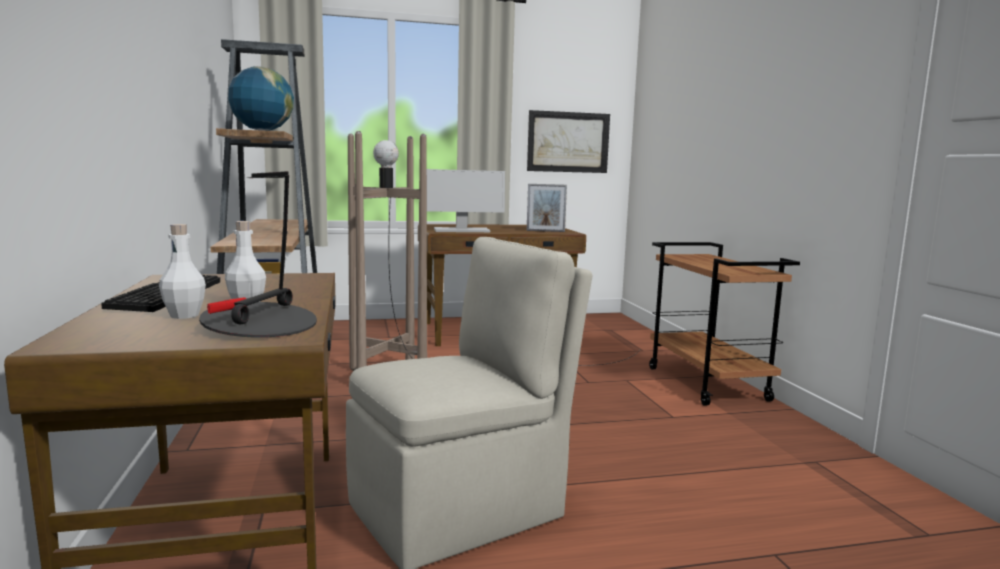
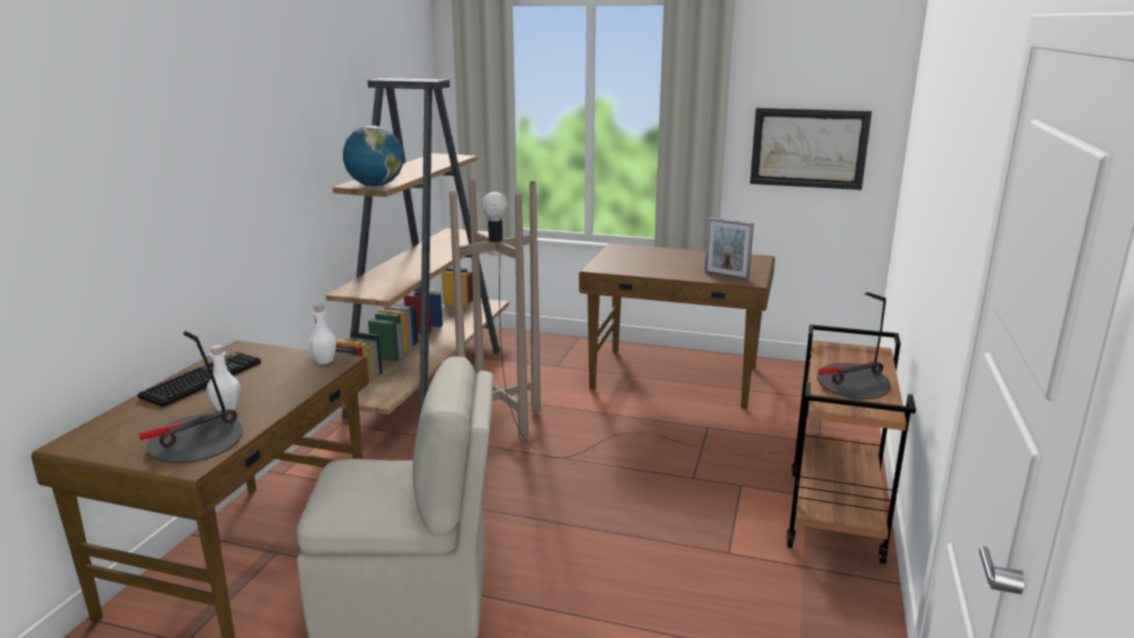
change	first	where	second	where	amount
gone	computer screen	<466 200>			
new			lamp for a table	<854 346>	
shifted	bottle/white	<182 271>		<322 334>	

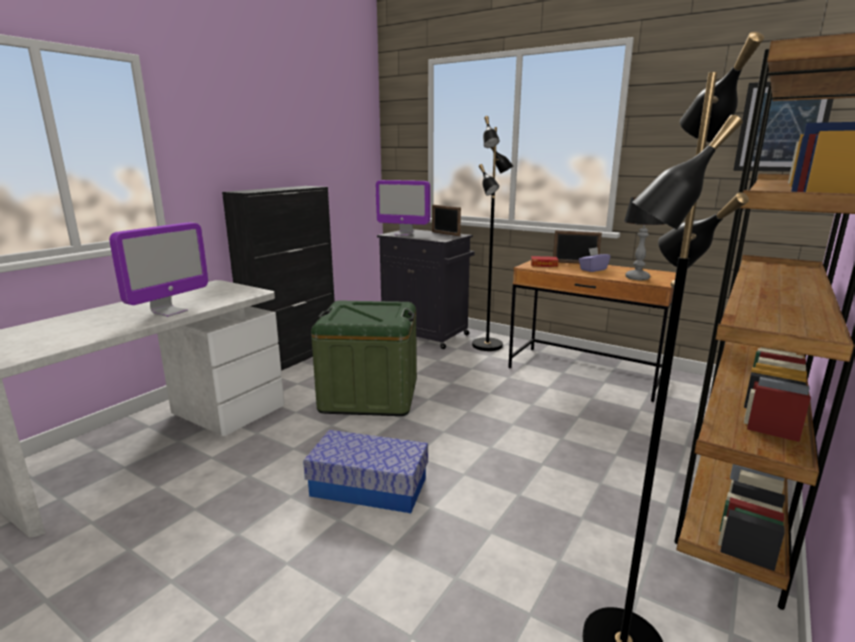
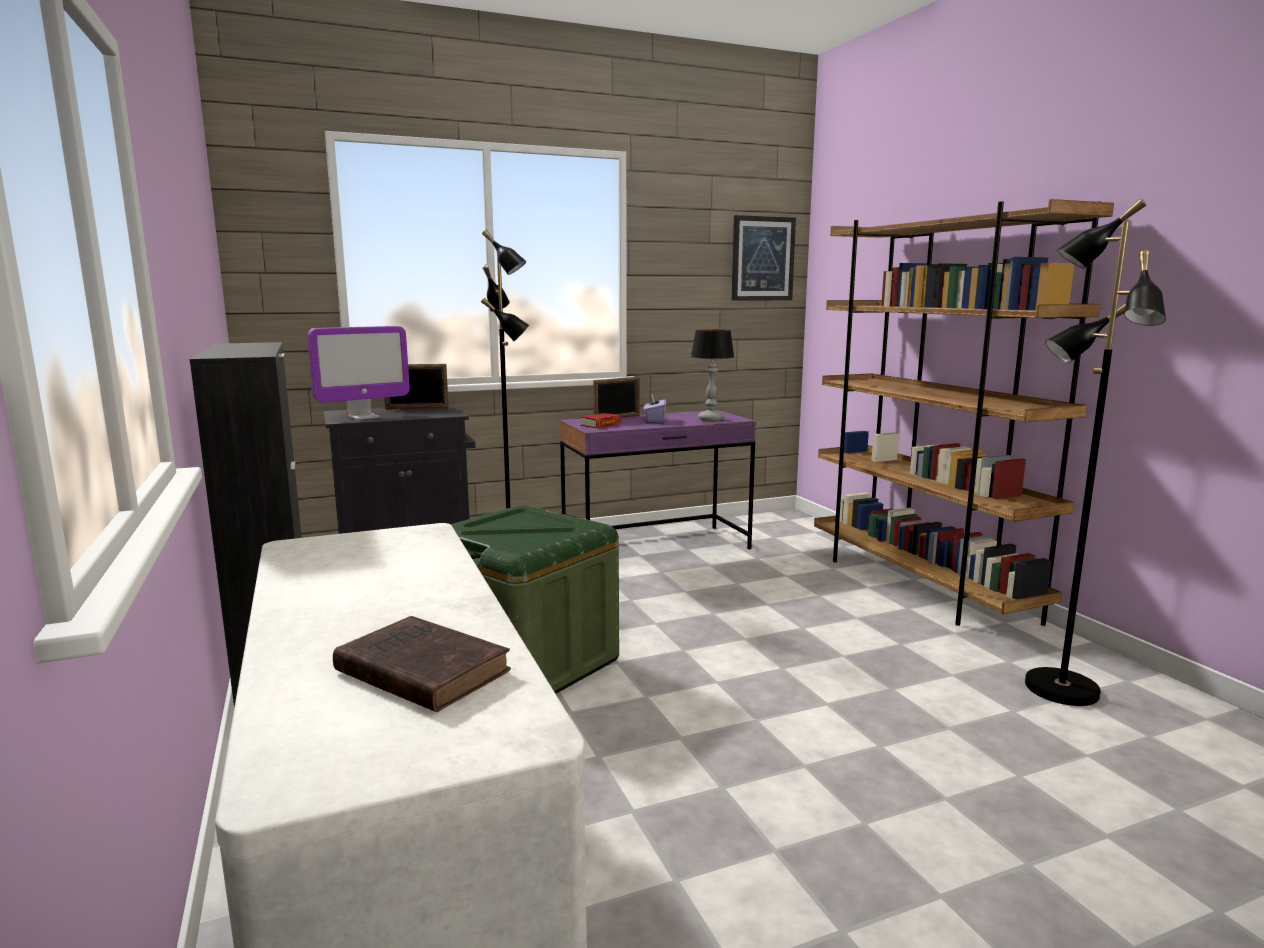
change	first	where	second	where	amount
gone	computer screen	<158 269>			
gone	storage container	<365 471>			
new			book/brown	<422 664>	
repainted	desk table/brown	<592 331>	desk table/purple-coloured	<658 479>	

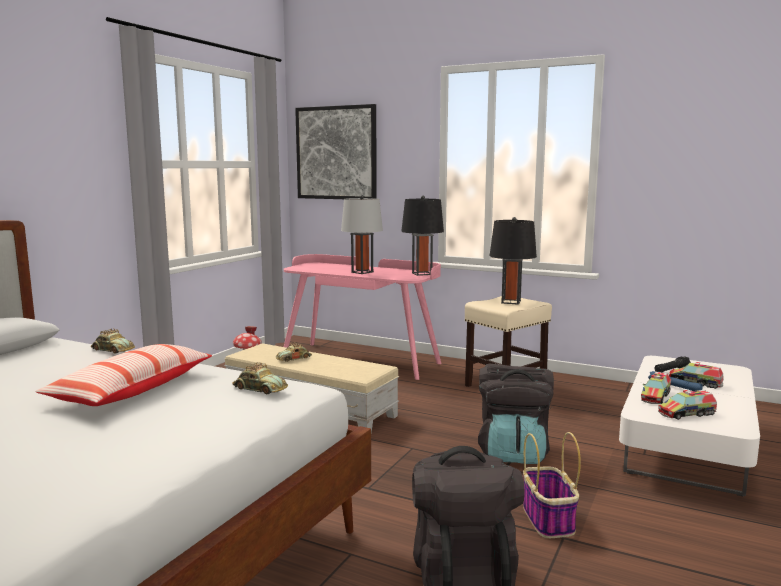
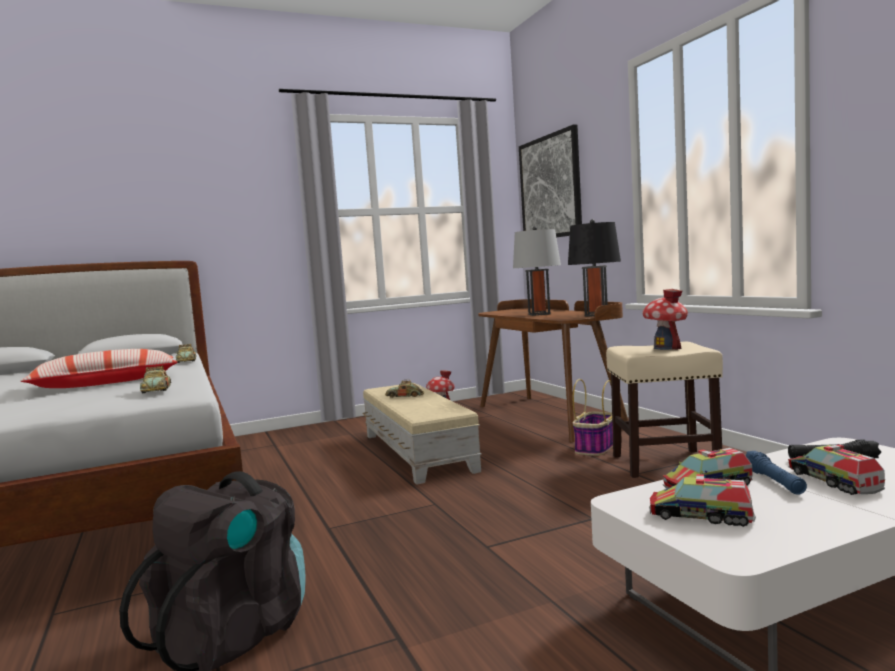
change	first	where	second	where	amount
gone	rucksack/black	<516 414>			
shifted	storage basket	<552 485>		<593 417>	
swapped	lamp for a table/black	<513 261>	miniature house	<665 319>	
repainted	desk table/pink-coloured	<363 317>	desk table/brown	<553 370>	

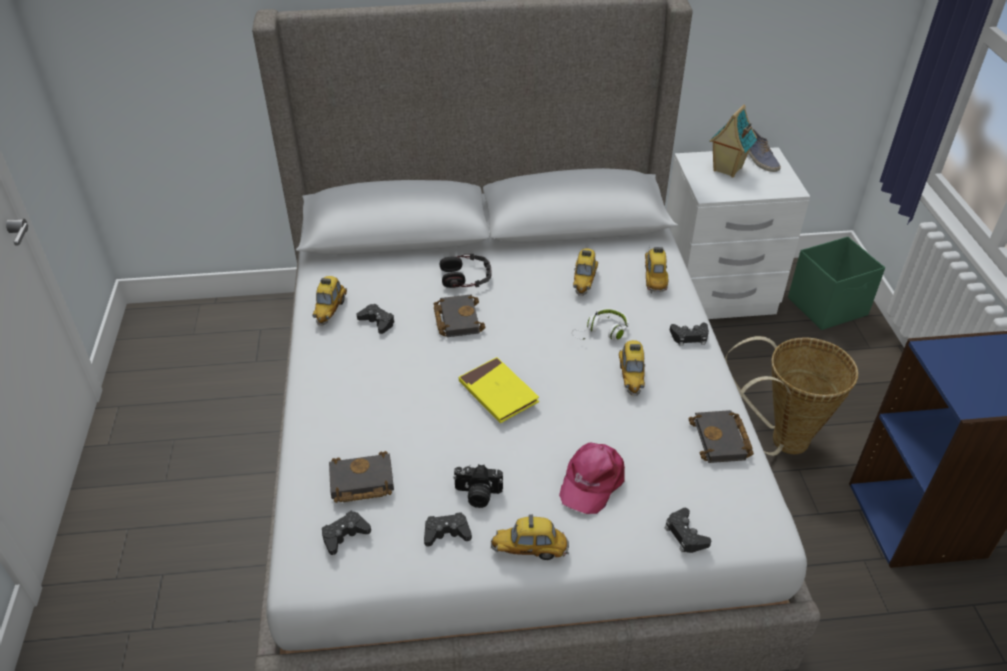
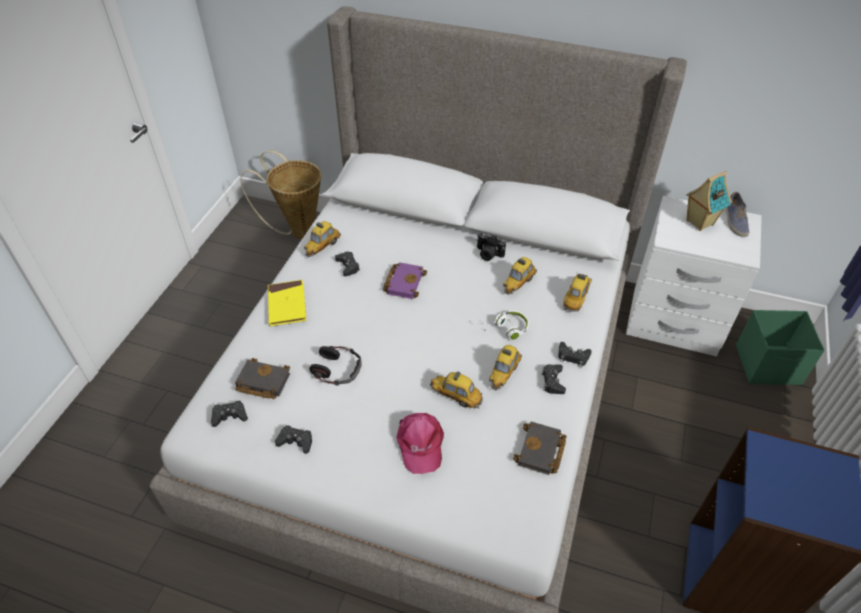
change	first	where	second	where	amount
shifted	pair of headphones	<465 270>		<335 366>	
shifted	photo camera	<478 486>		<491 247>	
shifted	book/yellow	<499 390>		<287 303>	
shifted	miniature car	<530 537>		<456 389>	
shifted	gamepad/black	<688 530>		<553 379>	
shifted	storage basket	<791 396>		<280 194>	
repainted	book/black	<459 315>	book/purple-coloured	<405 280>	
rotated	peaked cap/pink-coloured	<592 478>		<420 443>	60 degrees counterclockwise

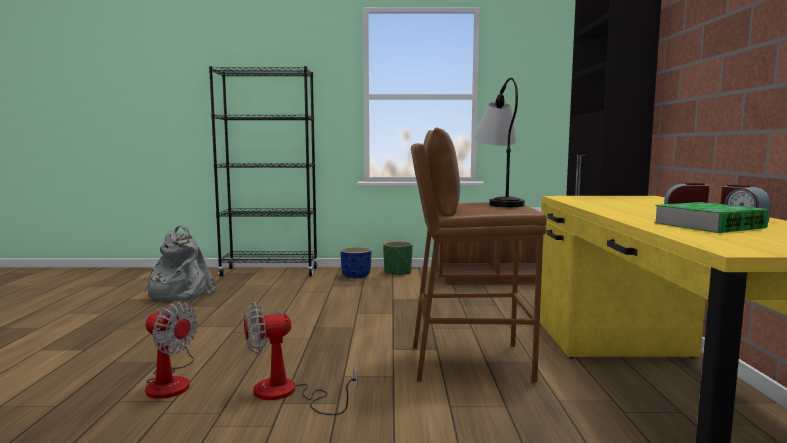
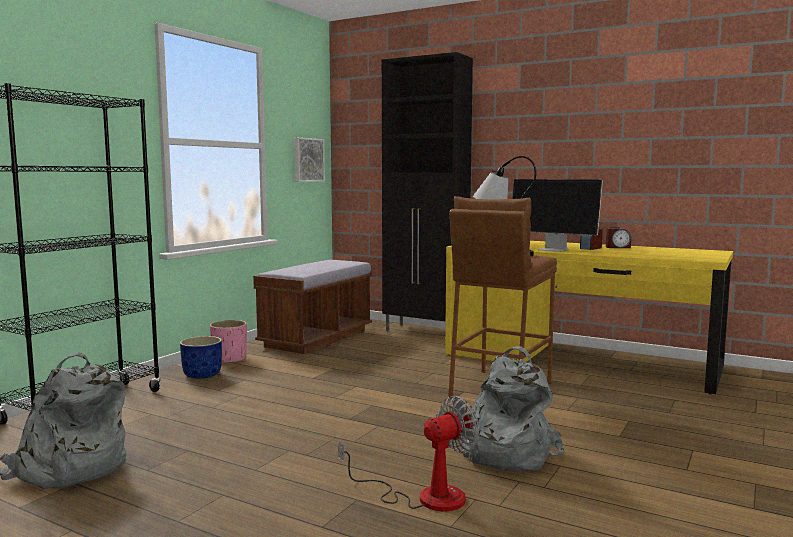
change	first	where	second	where	amount
gone	book	<711 217>			
new			picture	<309 159>	
new			computer screen	<557 215>	
swapped	fan	<301 358>	rucksack/greyish	<512 409>	
repainted	flower pot/green-coloured	<398 259>	flower pot/pink-coloured	<228 341>	

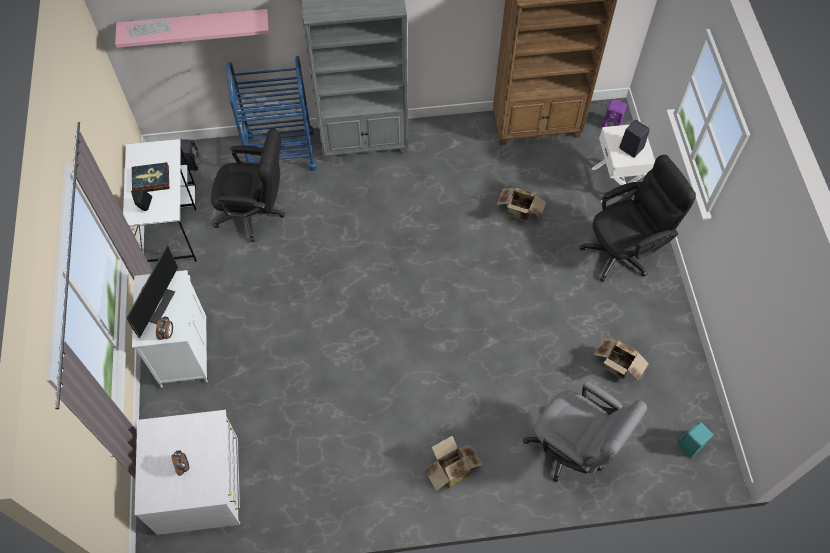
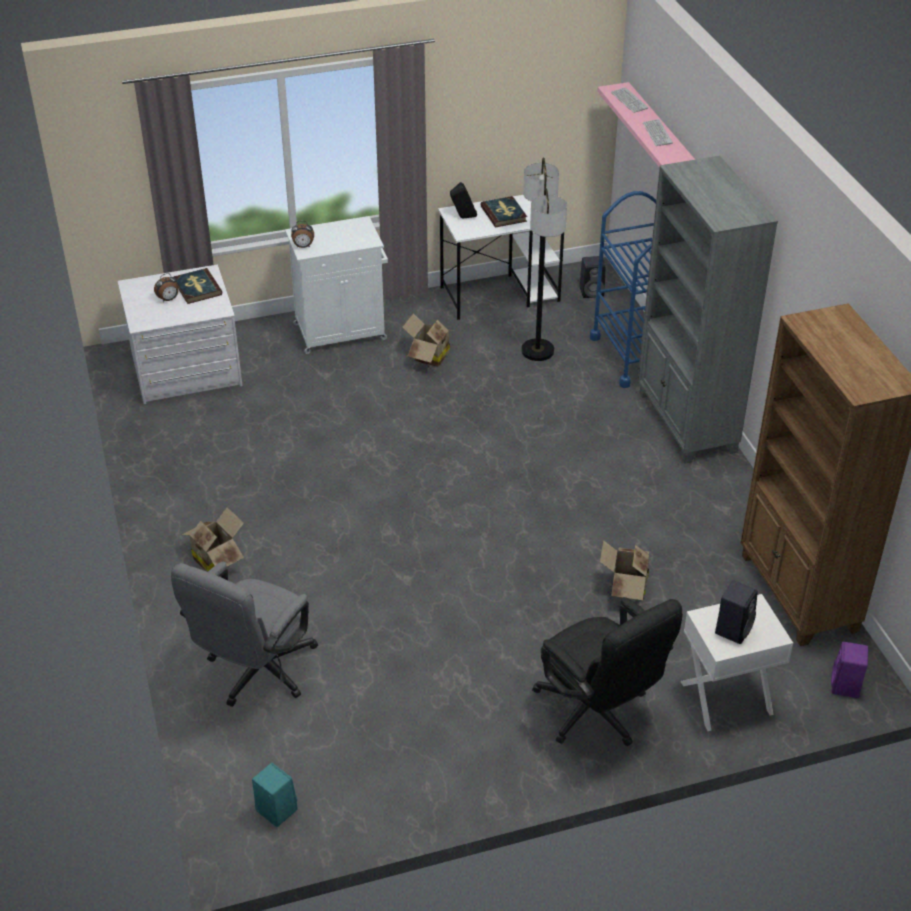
change	first	where	second	where	amount
gone	computer screen	<152 291>			
new			book	<198 286>	
new			PC keyboard	<658 132>	
shifted	packing box	<621 359>		<428 340>	
swapped	desk chair/black	<248 185>	standing lamp	<544 259>	

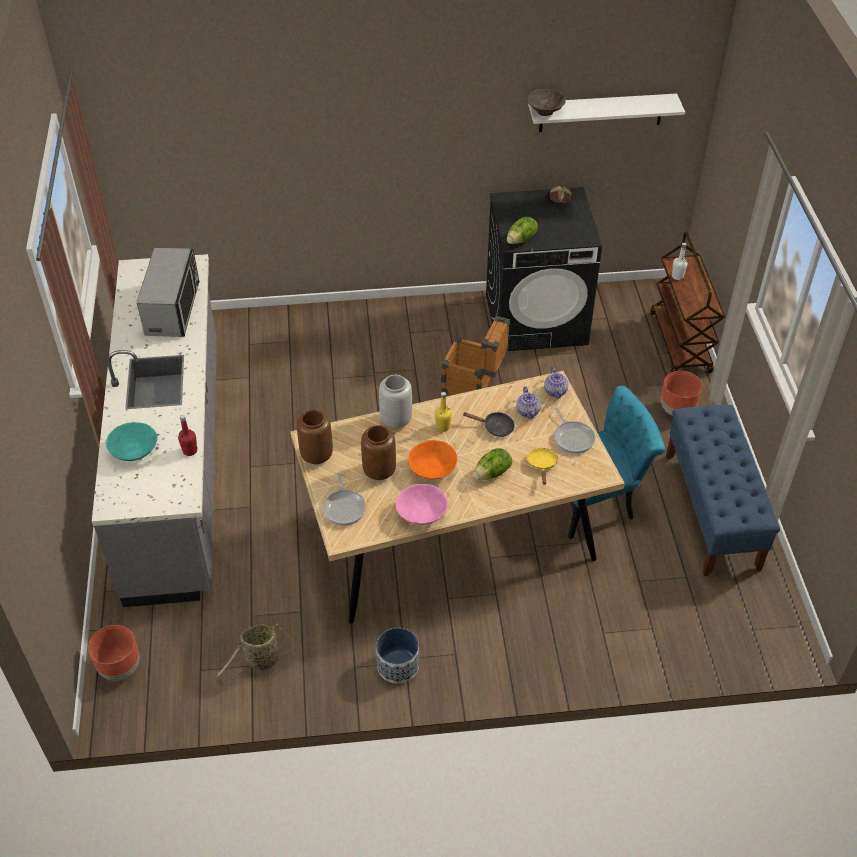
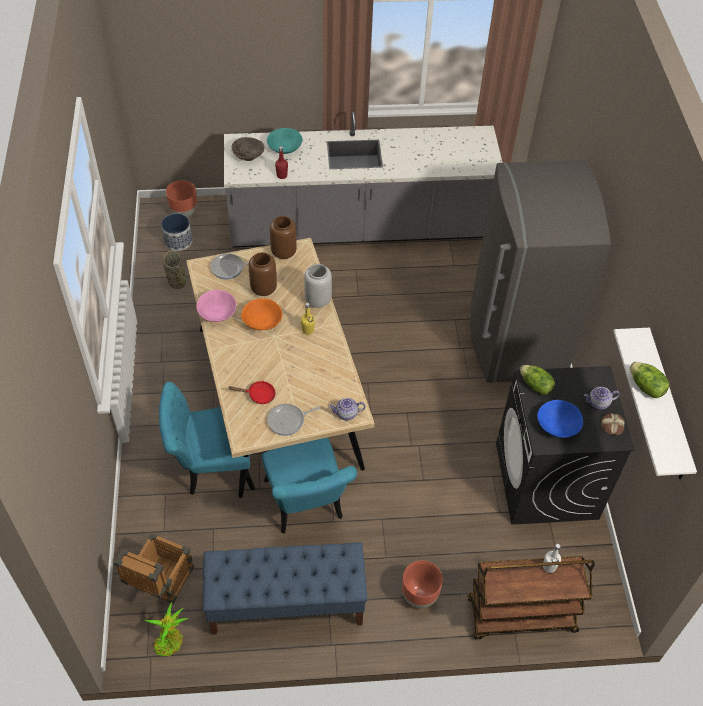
change	first	where	second	where	amount
gone	microwave	<168 292>			
gone	pan/black	<488 424>			
new			houseplant	<166 629>	
new			upright chair/turquoise-coloured	<207 438>	
new			kitchen fridge/greyish	<540 271>	
new			deep dish/blue	<560 419>	
shifted	flower pot	<397 656>		<176 232>	
shifted	packing crate	<475 355>		<154 568>	
shifted	lettuce head	<492 464>		<649 380>	
shifted	teapot	<528 403>		<602 398>	
shifted	deep dish/brown	<546 102>		<248 149>	
repainted	pan/yellow	<542 466>	pan/red-coloured	<252 392>	

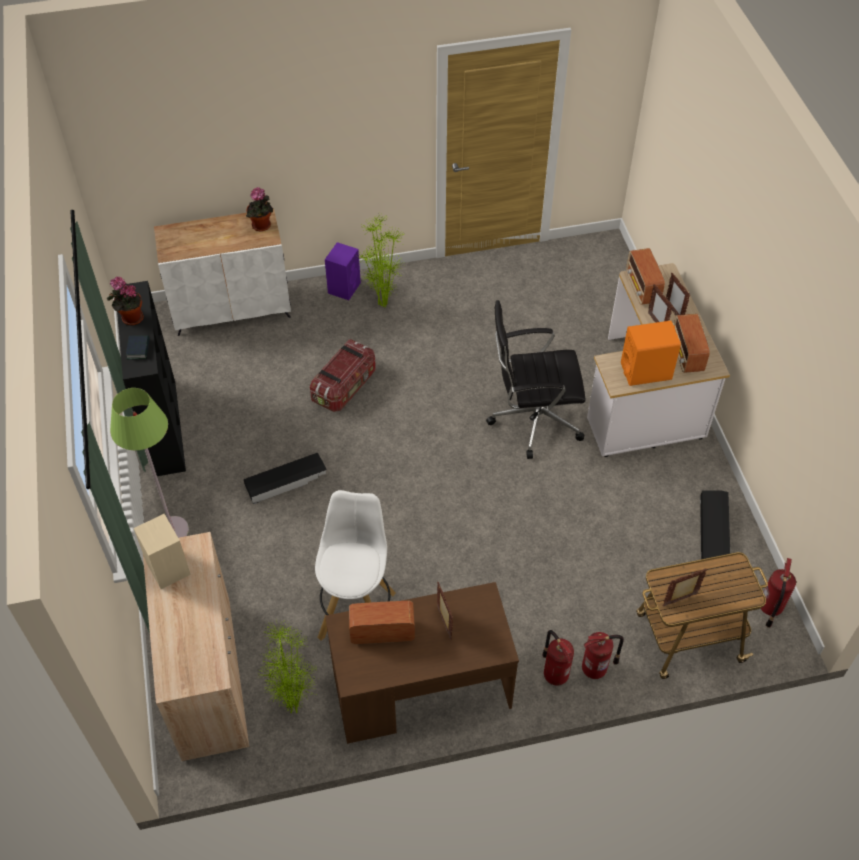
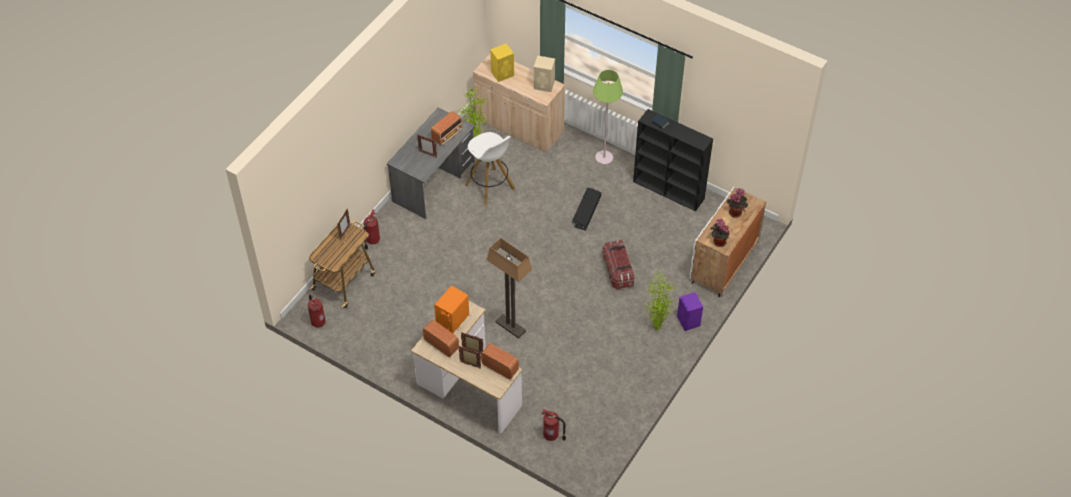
change	first	where	second	where	amount
gone	storage container/black	<715 528>			
new			speaker/yellow	<502 63>	
shifted	houseplant	<125 301>		<737 203>	
shifted	extinguisher	<558 658>		<553 425>	
swapped	desk chair/black	<536 379>	standing lamp	<509 288>	
repainted	desk table/brown	<422 663>	desk table/greyish	<431 163>	

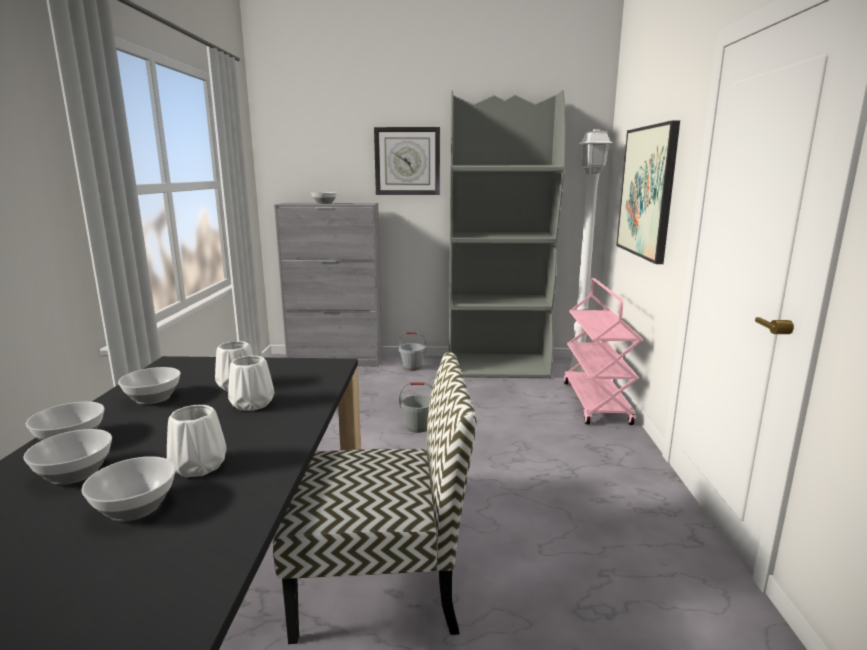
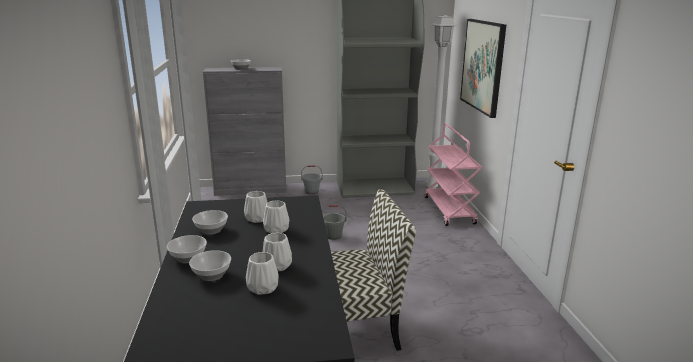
change	first	where	second	where	amount
gone	hanging clock	<407 161>			
swapped	deep dish	<128 489>	flower vase/white	<262 273>	

